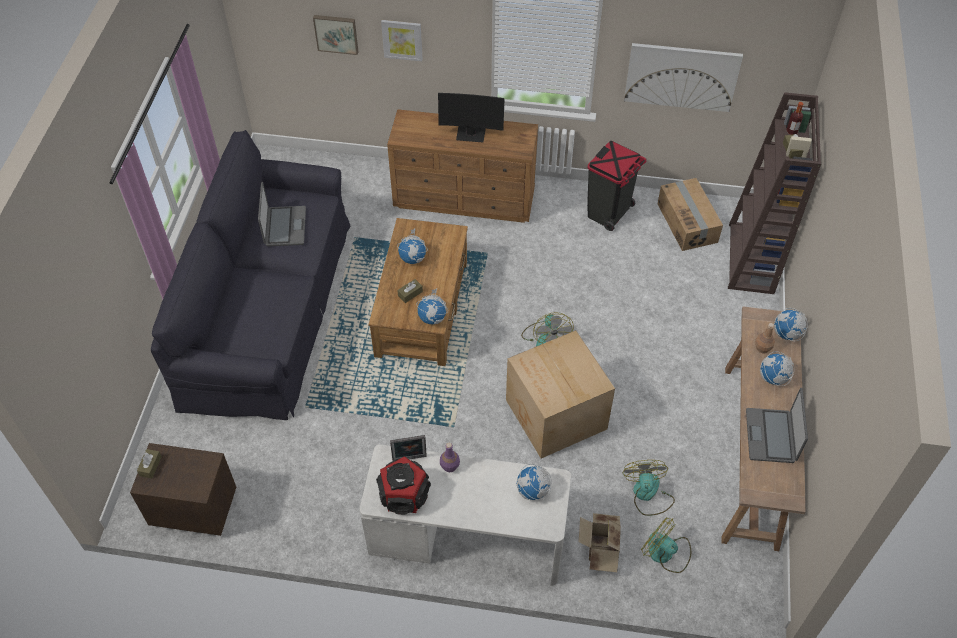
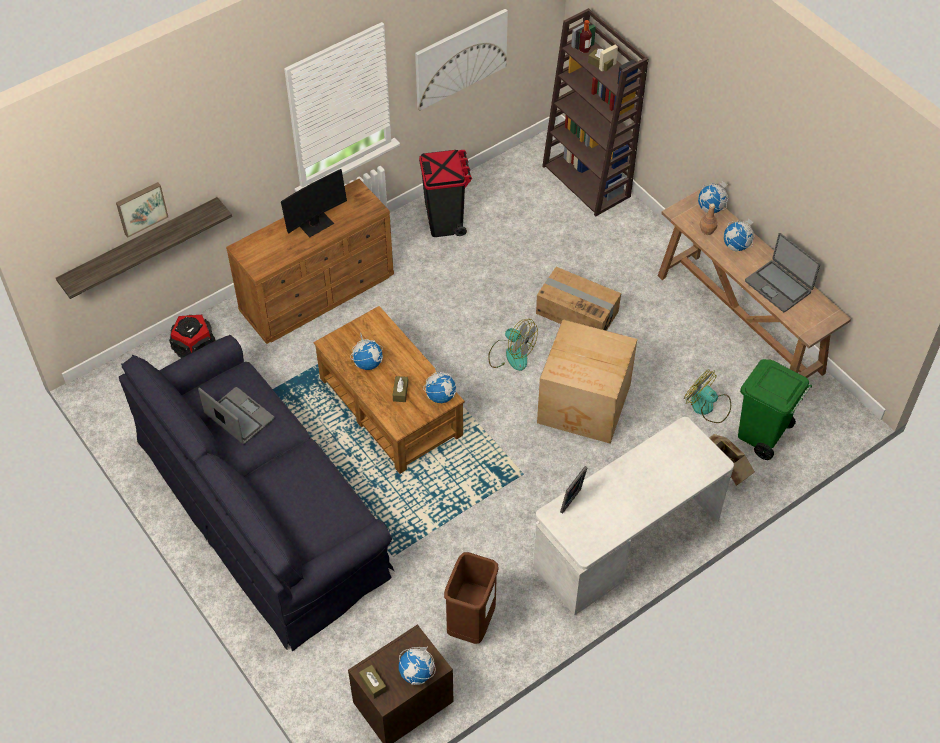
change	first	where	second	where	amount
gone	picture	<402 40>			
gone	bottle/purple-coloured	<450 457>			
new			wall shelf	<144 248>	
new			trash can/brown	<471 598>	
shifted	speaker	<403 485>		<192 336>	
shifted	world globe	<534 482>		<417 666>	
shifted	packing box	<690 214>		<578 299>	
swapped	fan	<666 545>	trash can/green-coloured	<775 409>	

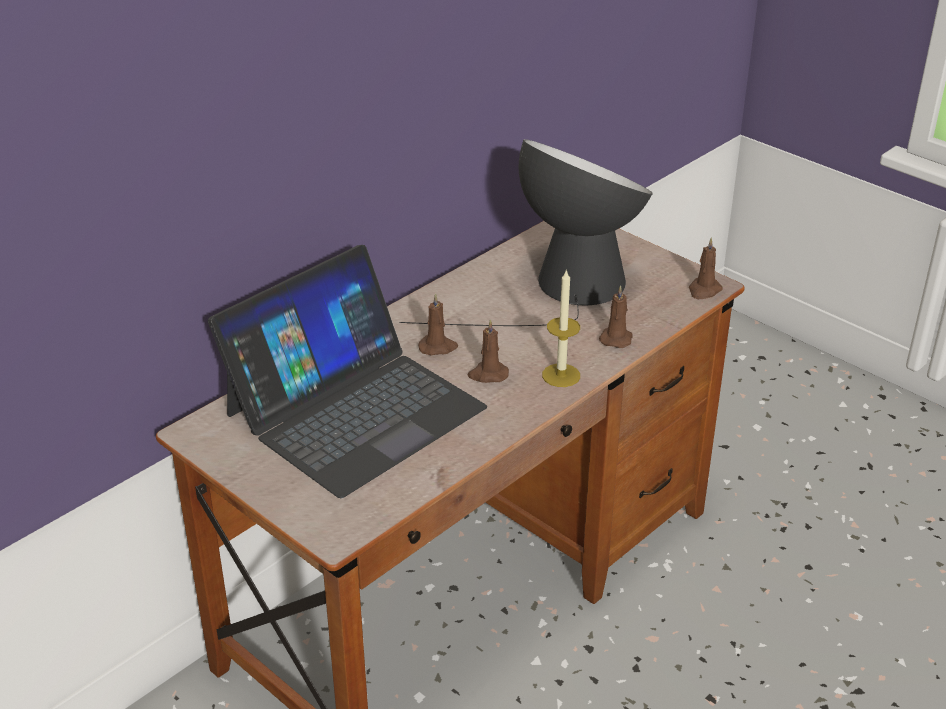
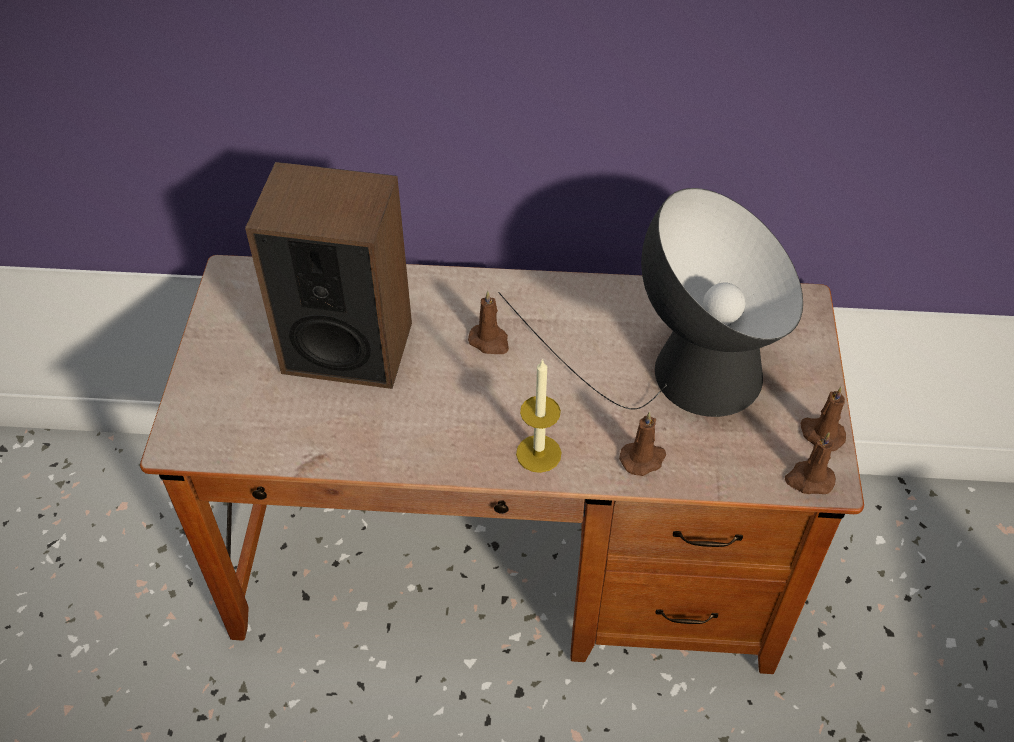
change	first	where	second	where	amount
shifted	wax light/brown	<488 351>		<823 419>	
swapped	notebook computer	<347 371>	speaker	<328 275>	

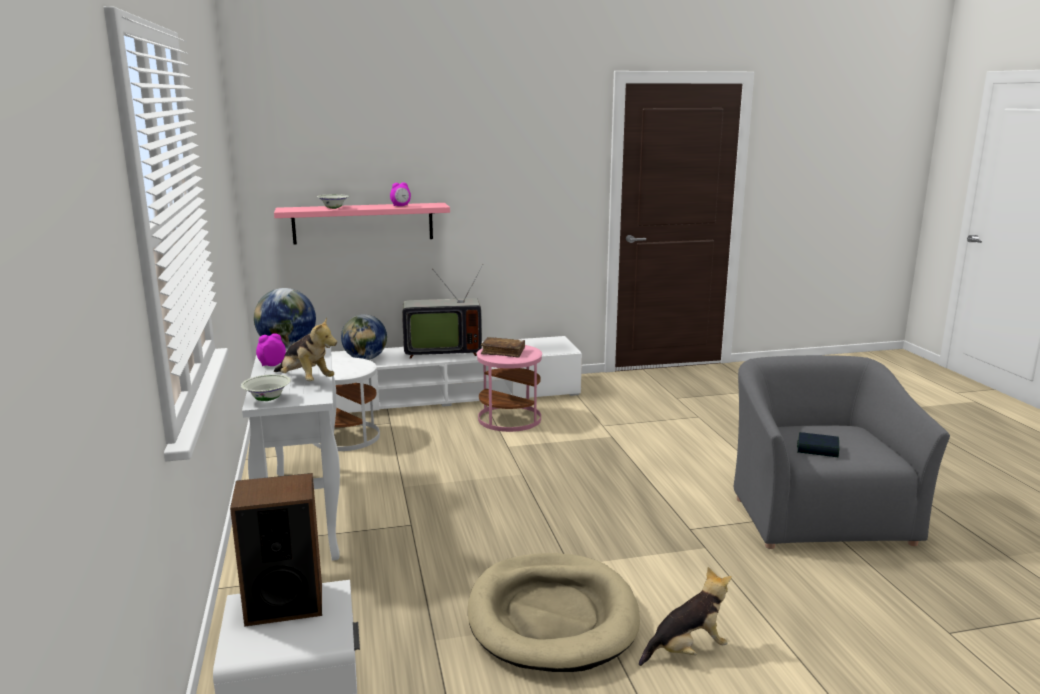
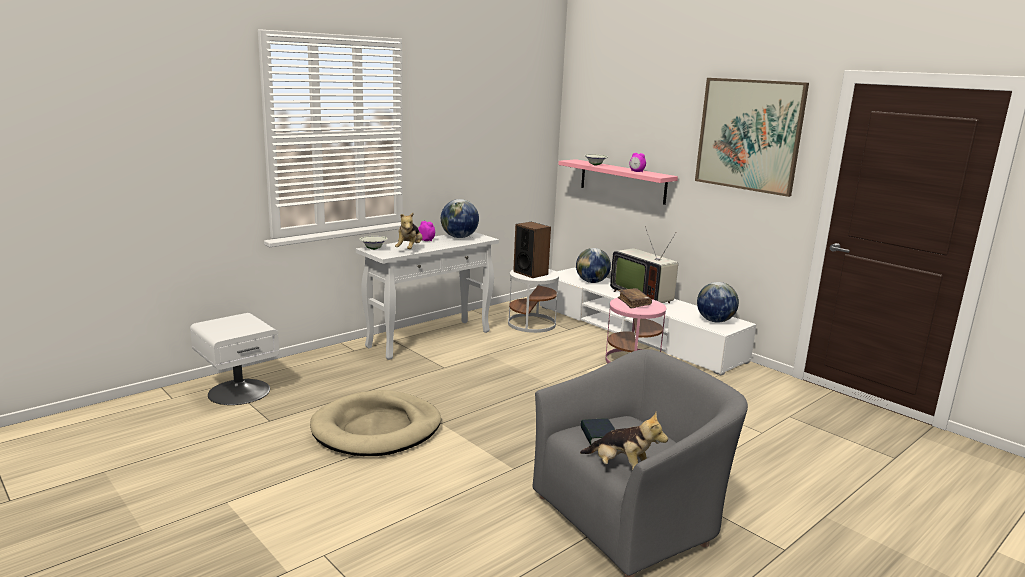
change	first	where	second	where	amount
new			picture	<752 137>	
new			world globe	<718 302>	
shifted	speaker	<276 550>		<532 250>	
shifted	cuddly toy	<685 616>		<624 441>	

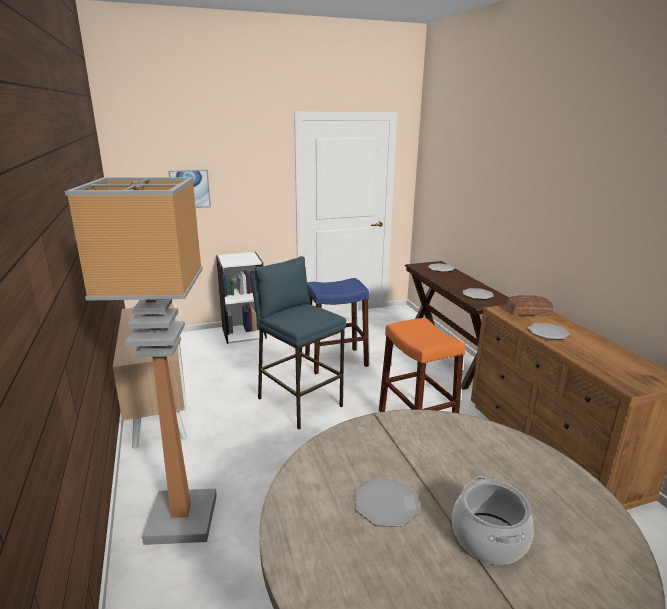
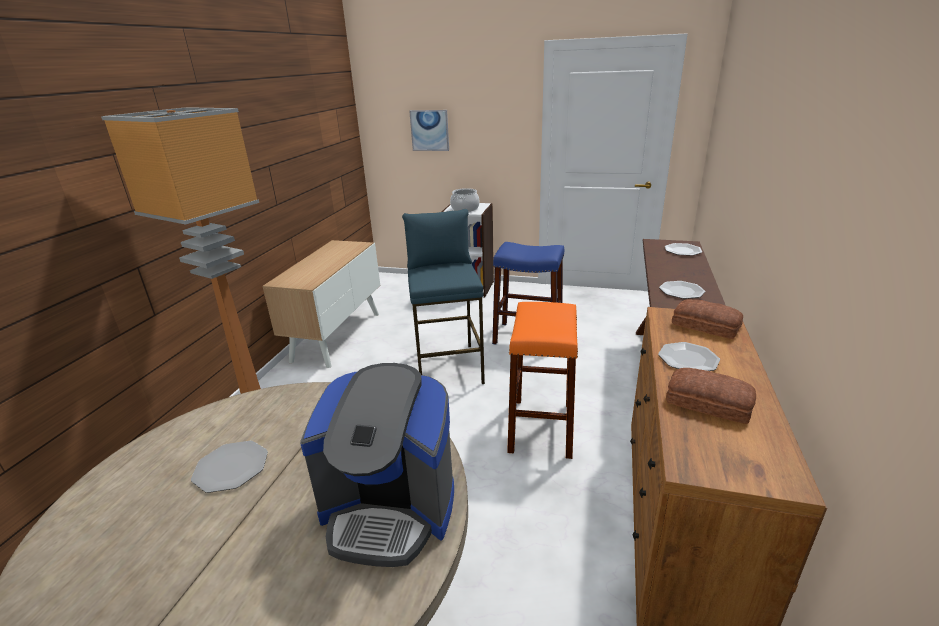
change	first	where	second	where	amount
new			coffee maker	<377 465>	
new			baked bread	<711 396>	
shifted	cooking pot	<493 520>		<464 200>	

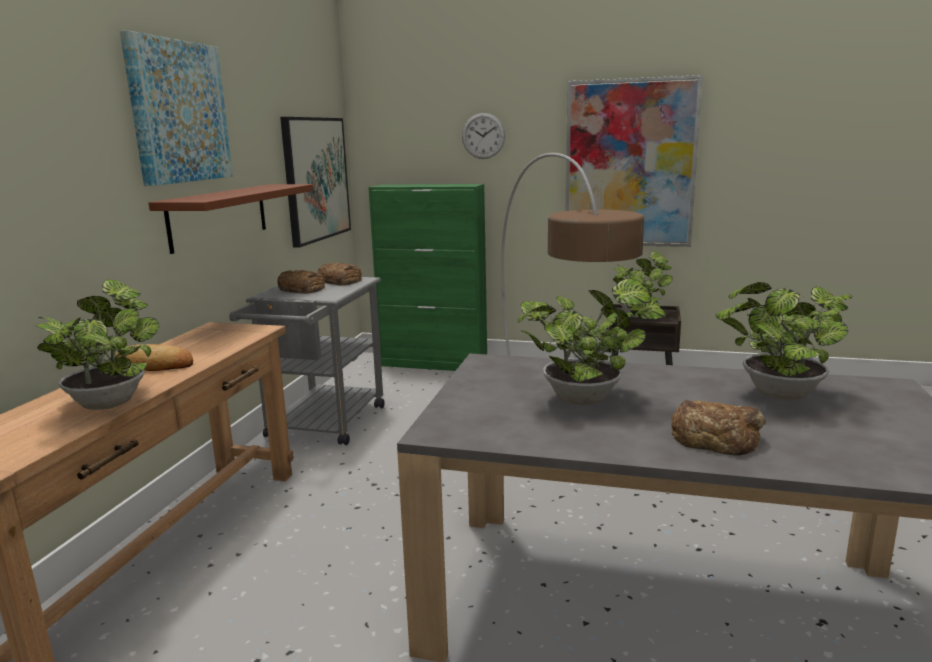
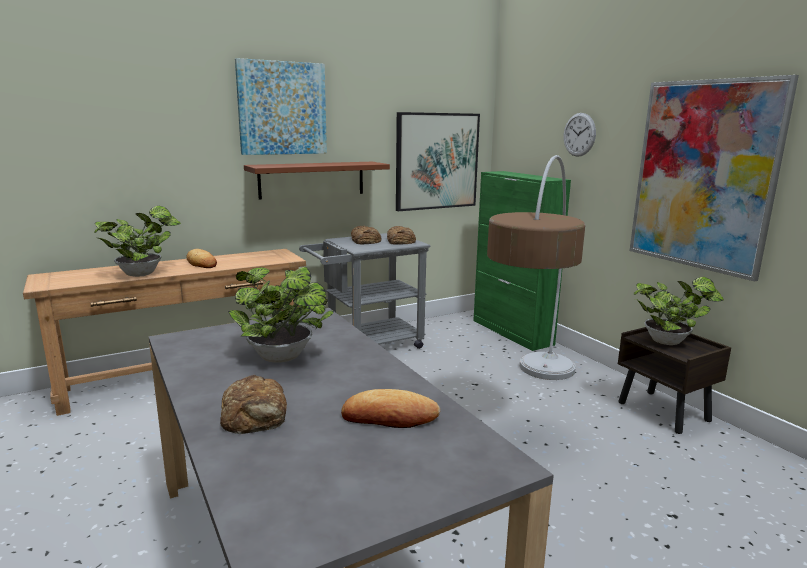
change	first	where	second	where	amount
swapped	houseplant	<784 341>	baked bread	<390 408>	

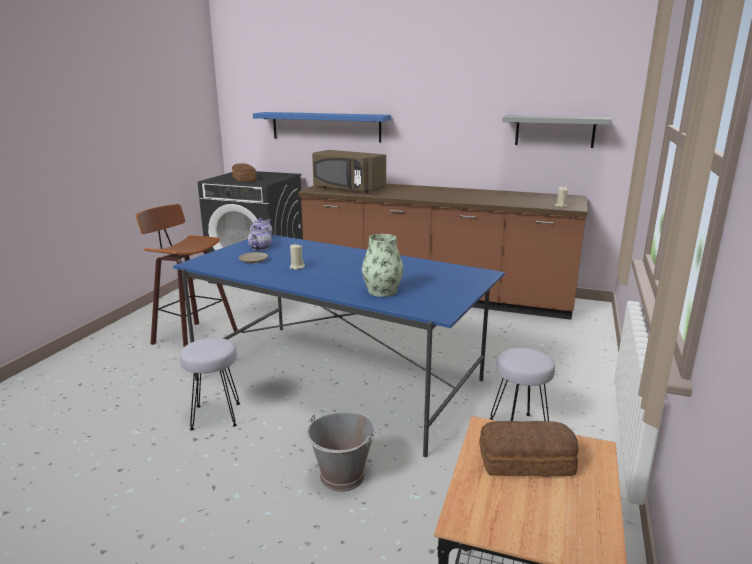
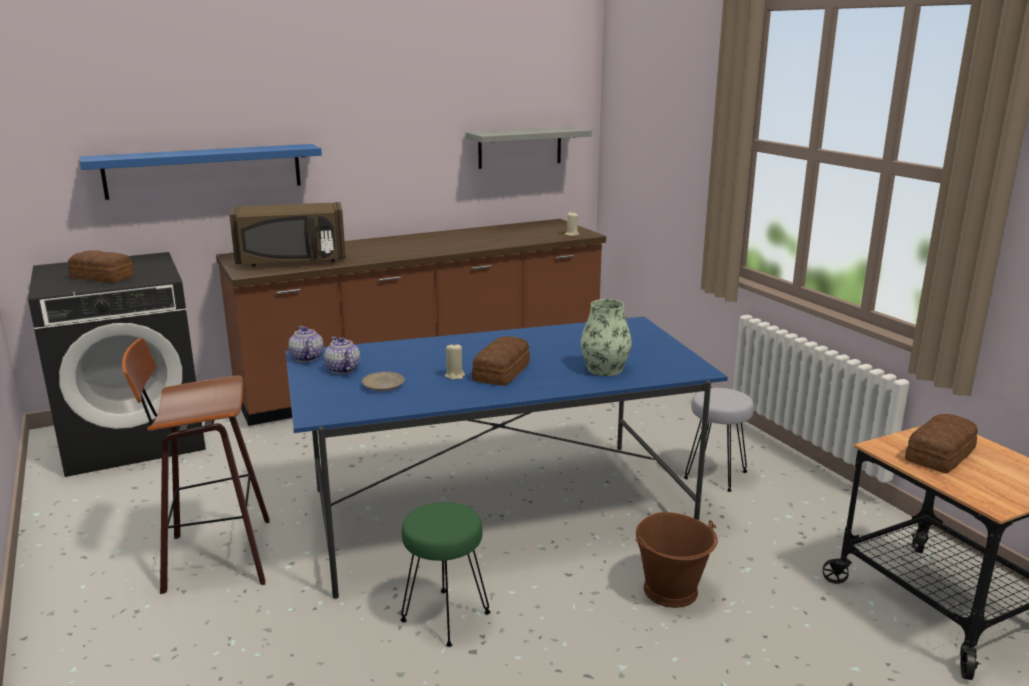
change	first	where	second	where	amount
new			baked bread	<501 361>	
repainted	stool seat/greyish	<210 384>	stool seat/green-coloured	<445 574>	
repainted	pail/greyish	<340 452>	pail/brown	<677 560>	

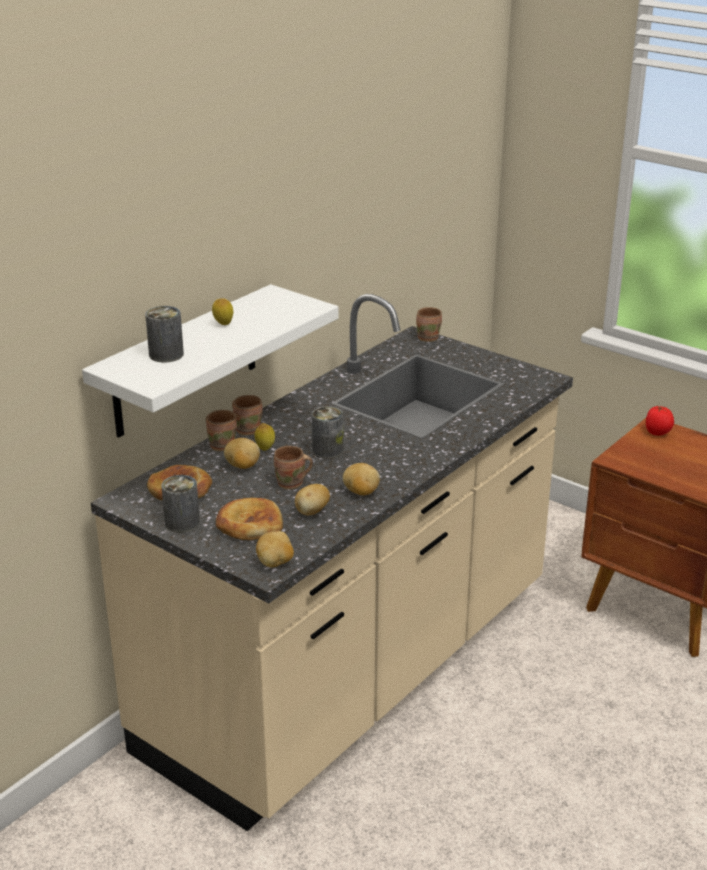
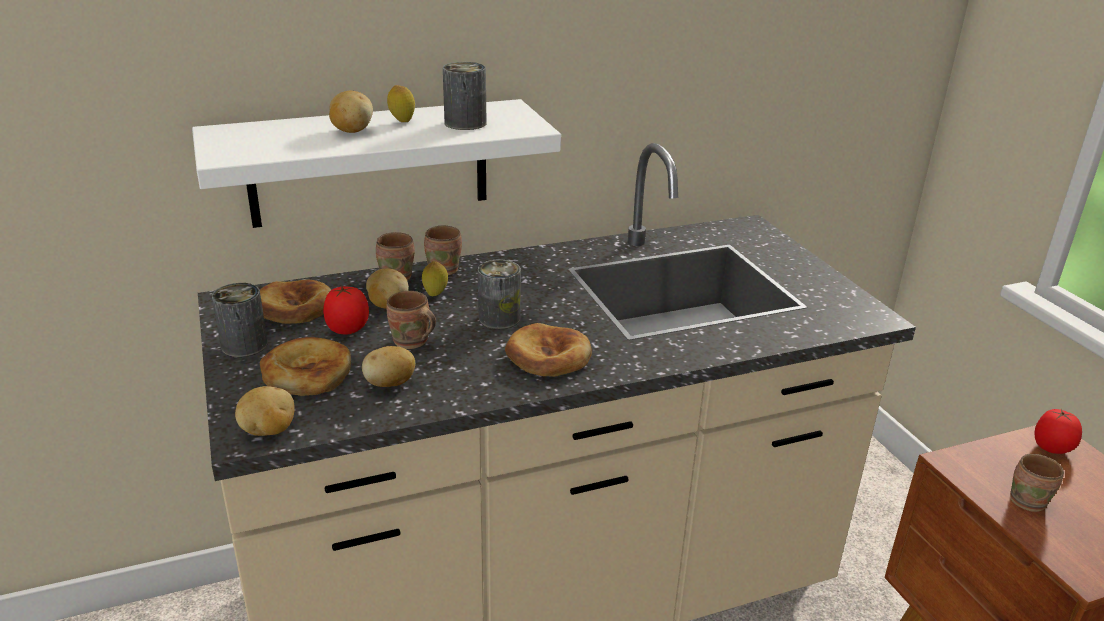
change	first	where	second	where	amount
new			fresh tomato	<346 309>	
new			baked bread	<548 350>	
shifted	can	<164 334>		<464 96>	
shifted	whole potato	<361 479>		<351 112>	
shifted	mug/brown	<429 324>		<1037 483>	

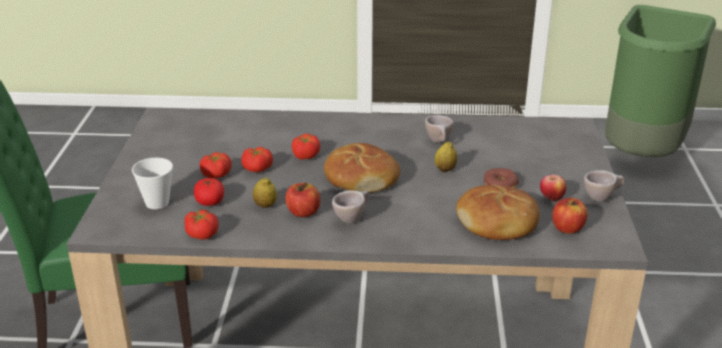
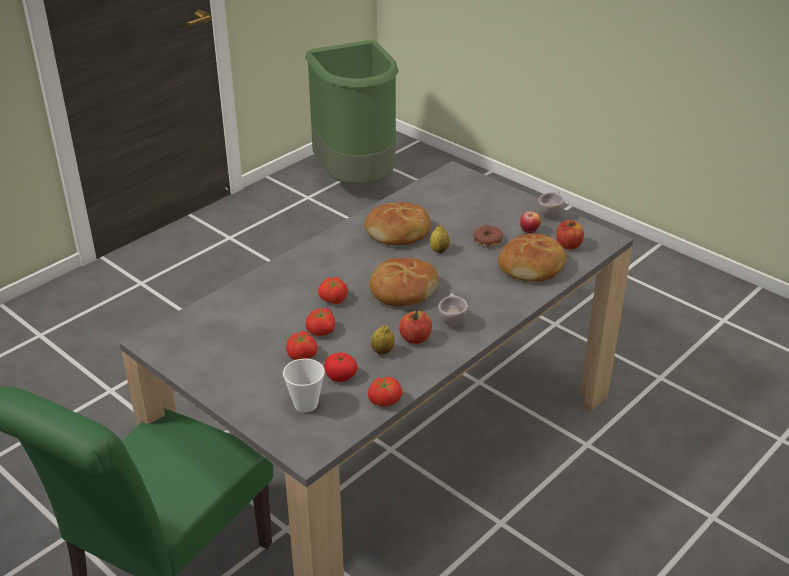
change	first	where	second	where	amount
swapped	drinking cup/beige	<439 129>	baked bread	<398 224>	

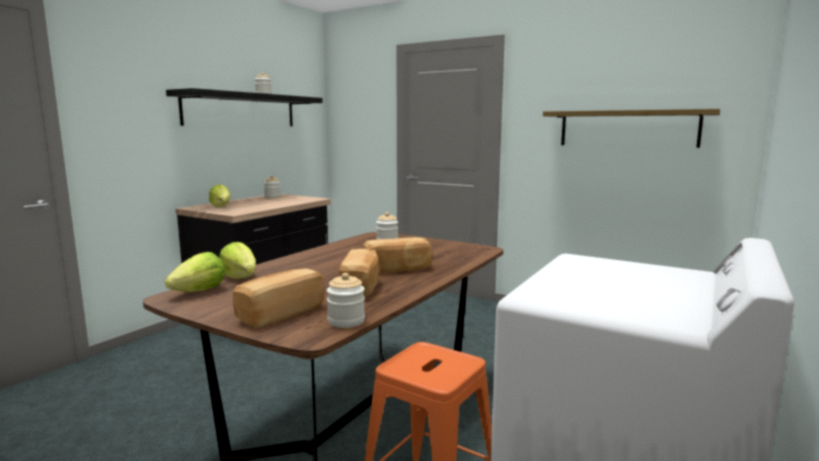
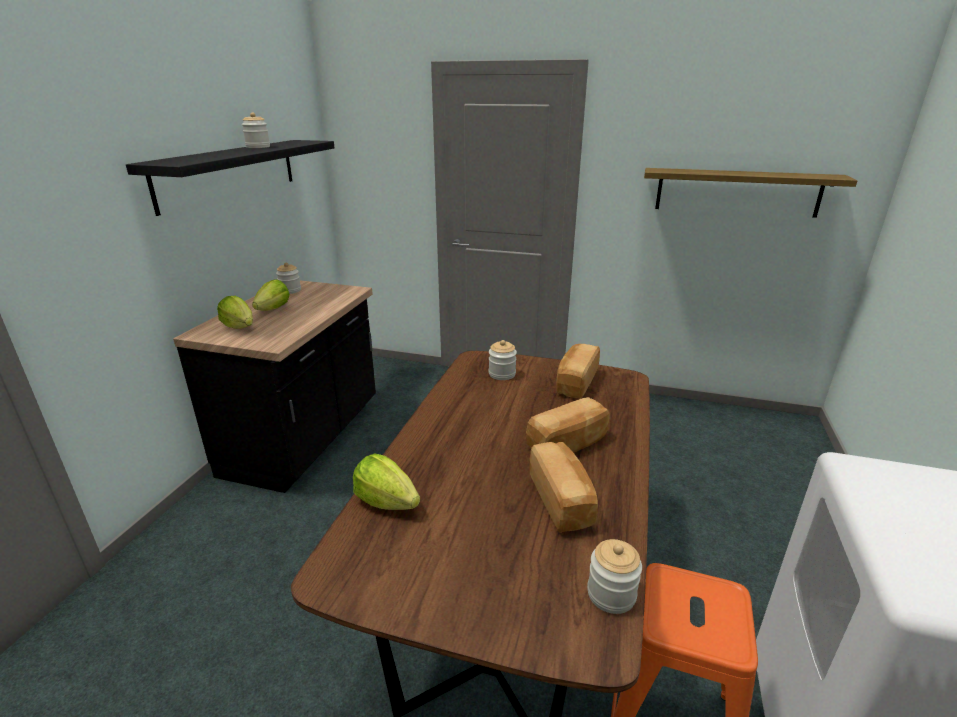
change	first	where	second	where	amount
shifted	lettuce head	<195 272>		<271 295>	
shifted	baked bread	<278 298>		<578 371>	

